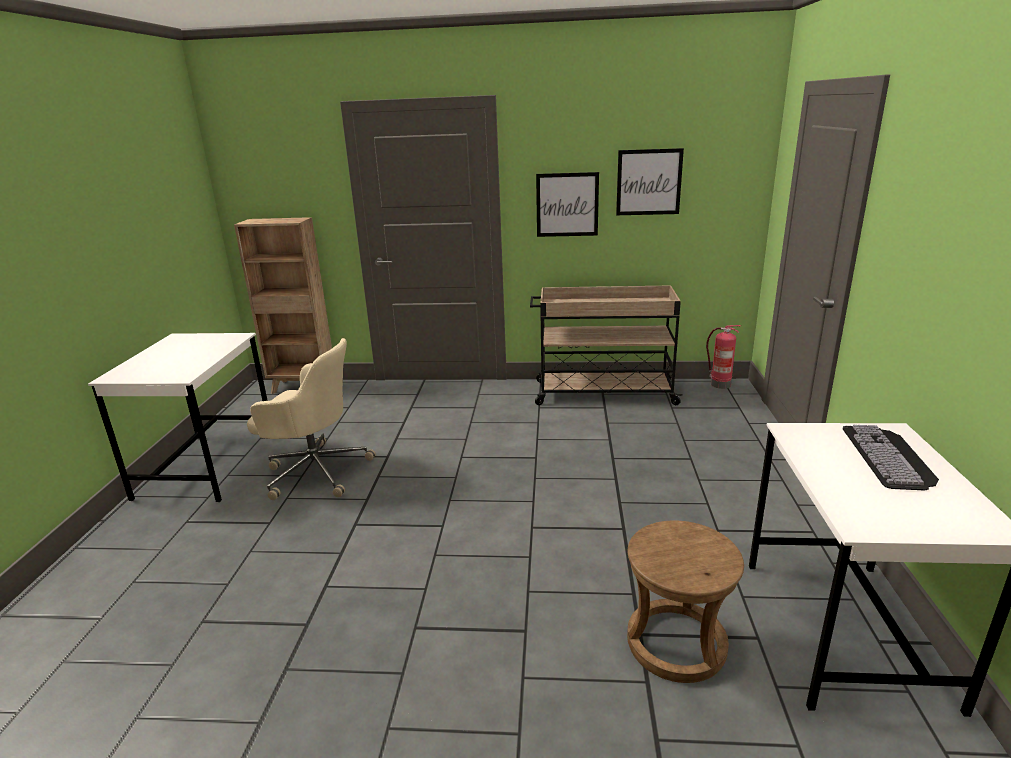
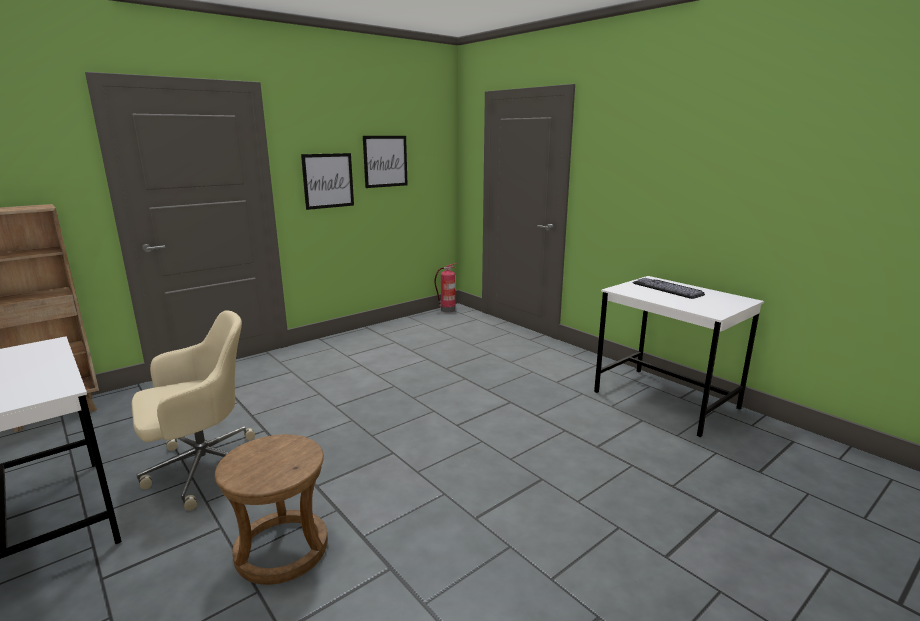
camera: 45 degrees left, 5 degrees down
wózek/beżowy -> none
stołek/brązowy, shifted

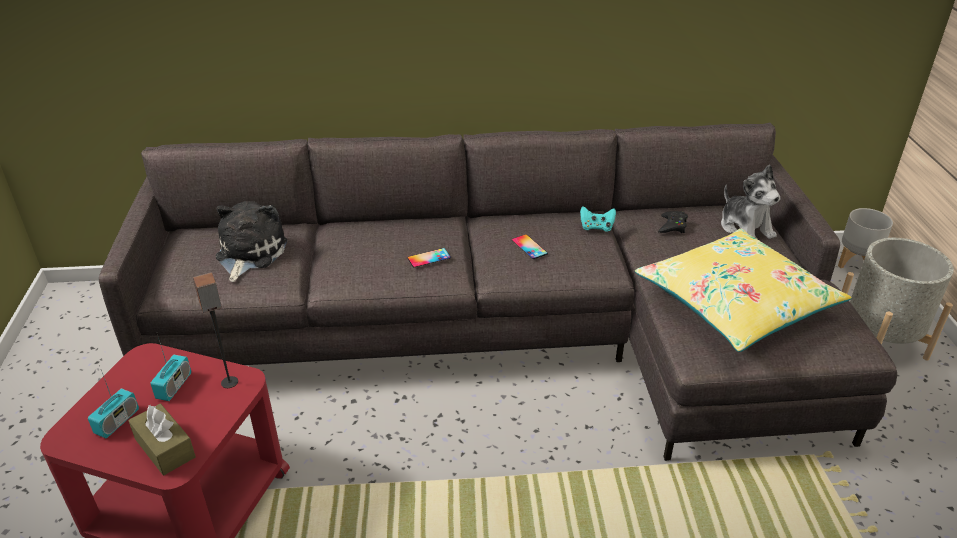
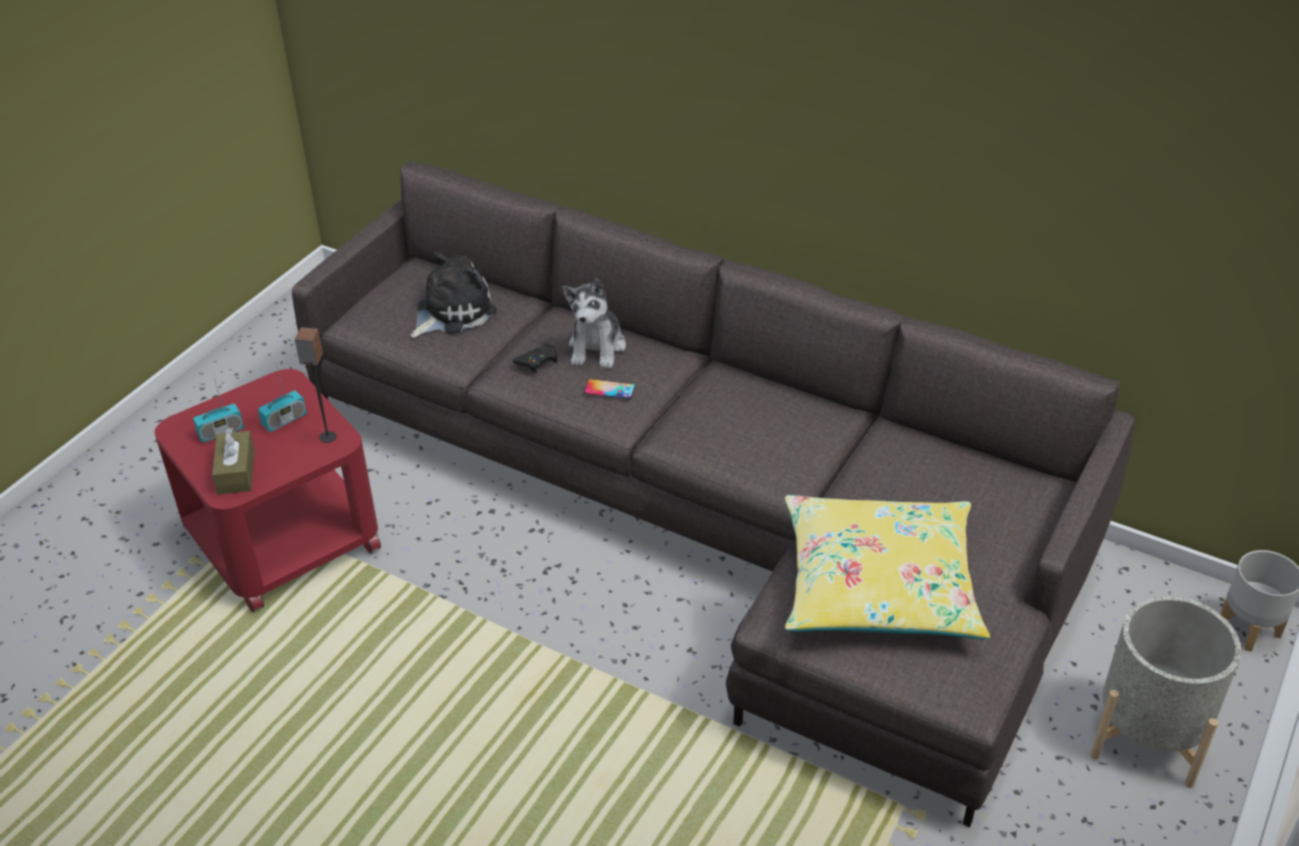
camera: 35 degrees right, 5 degrees up
telefon (no. 2 from left) -> none
pad do gier/turkusowy -> none
pad do gier/czarny, shifted
pluszak (no. 2 from left), shifted

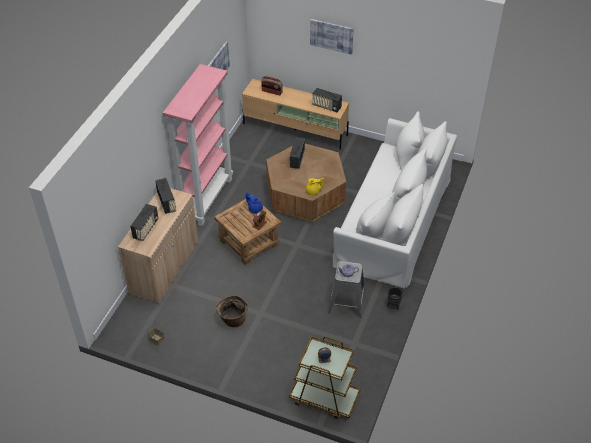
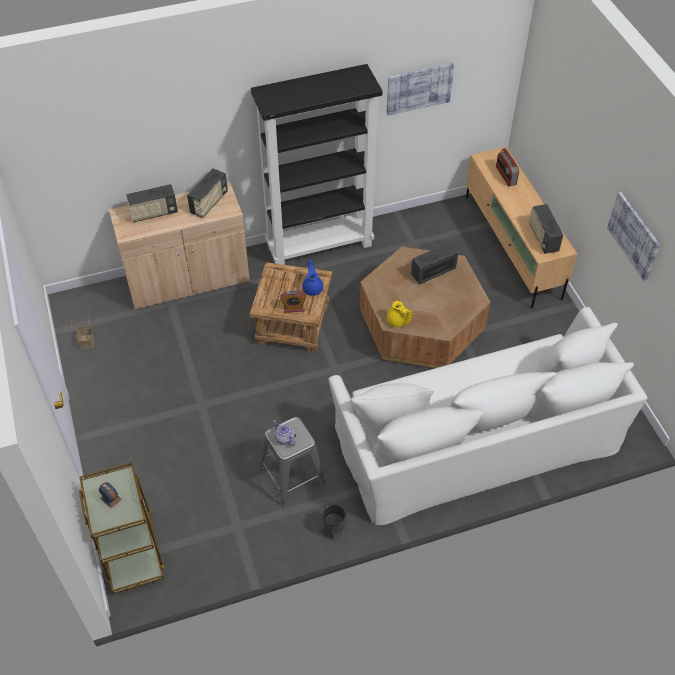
camera: 50 degrees right, 5 degrees up
regał/różowy -> regał/czarny
koszyk (no. 2 from left) -> none
obraz (no. 2 from left), shifted

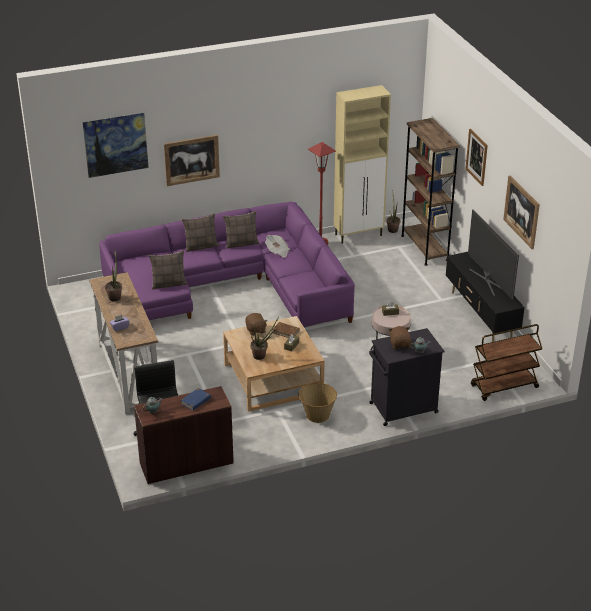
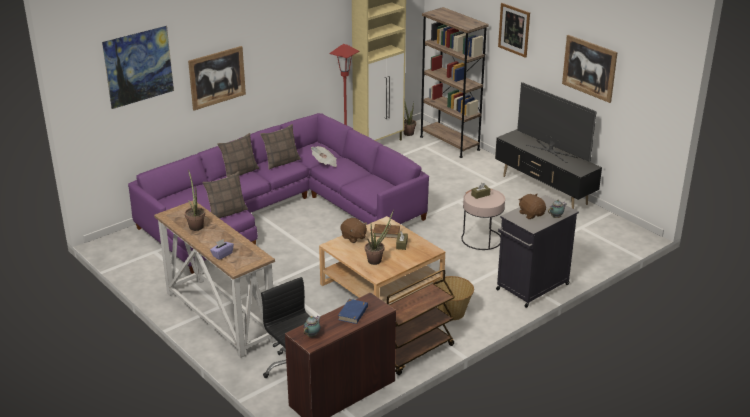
camera: 20 degrees left, 5 degrees down
wózek/brązowy, shifted

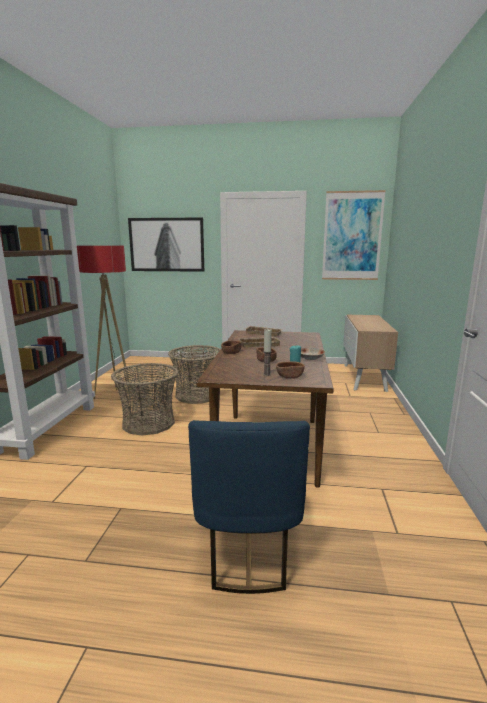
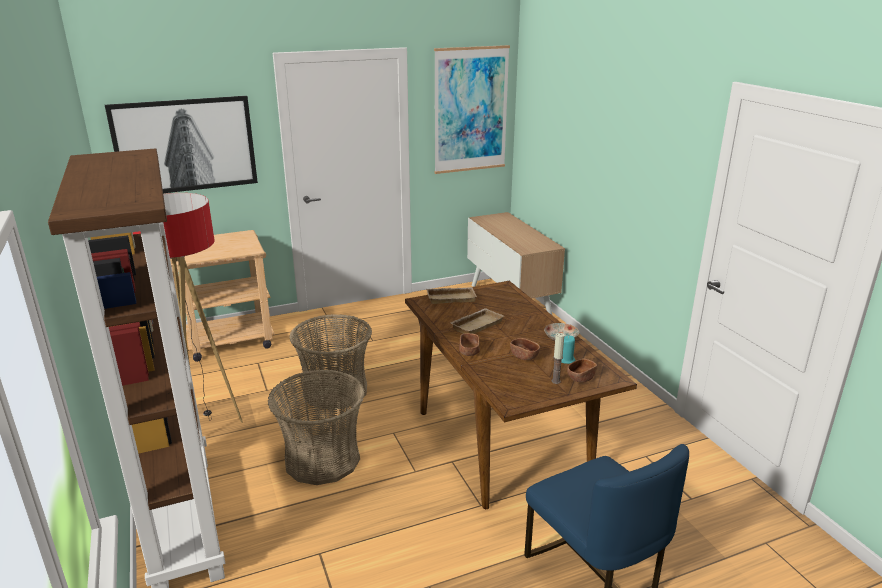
camera: 30 degrees left, 10 degrees up
none -> wózek/beżowy

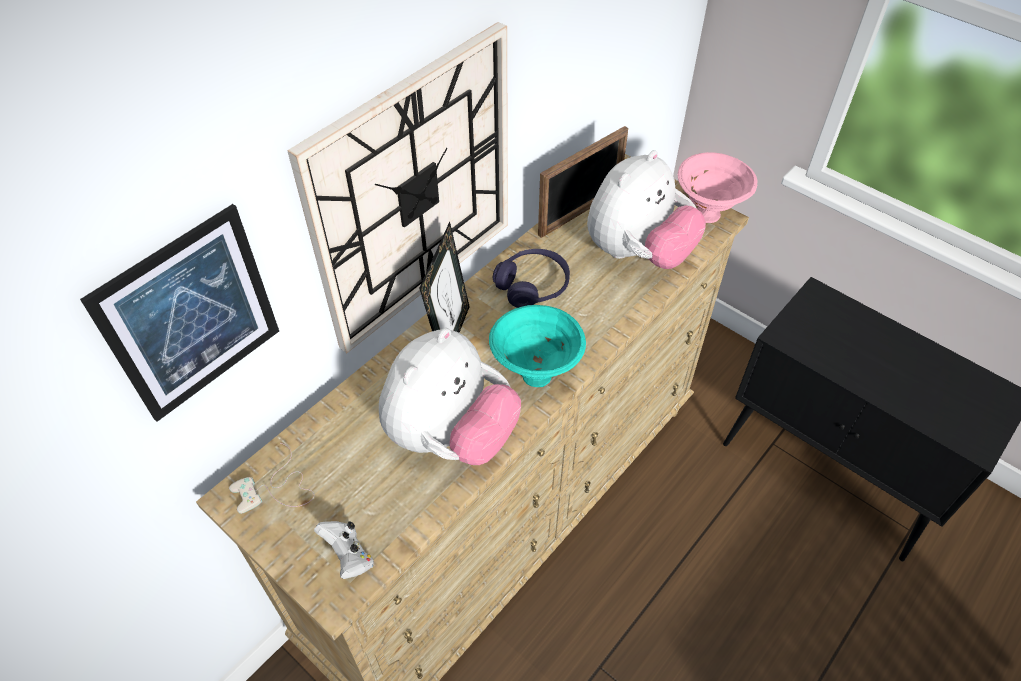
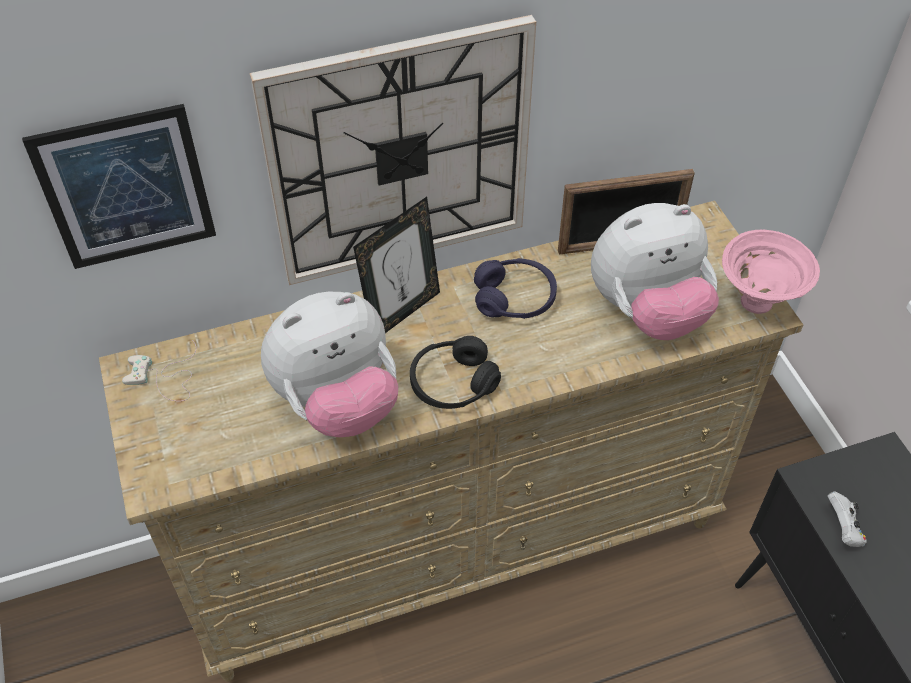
camera: 30 degrees right, 0 degrees up
pad do gier/biały (no. 2 from left), shifted
miska/turkusowy -> słuchawki/czarny

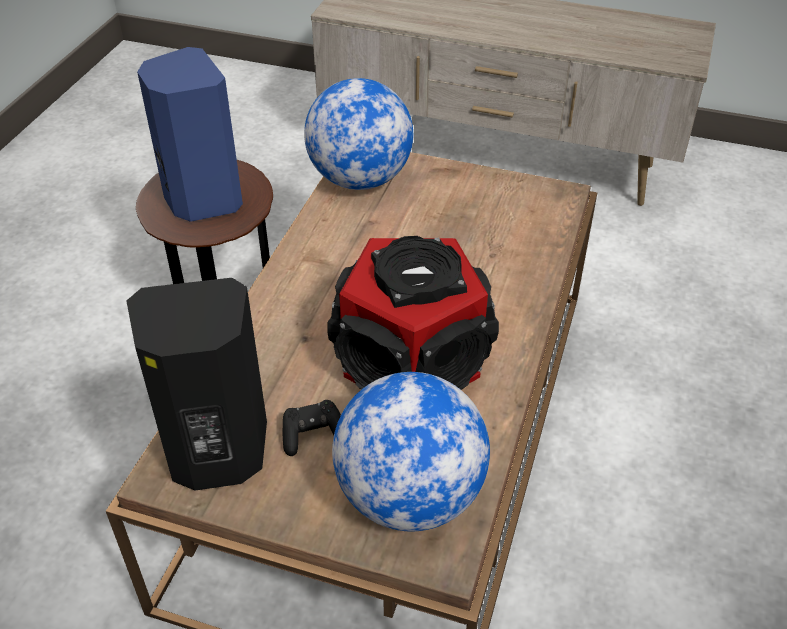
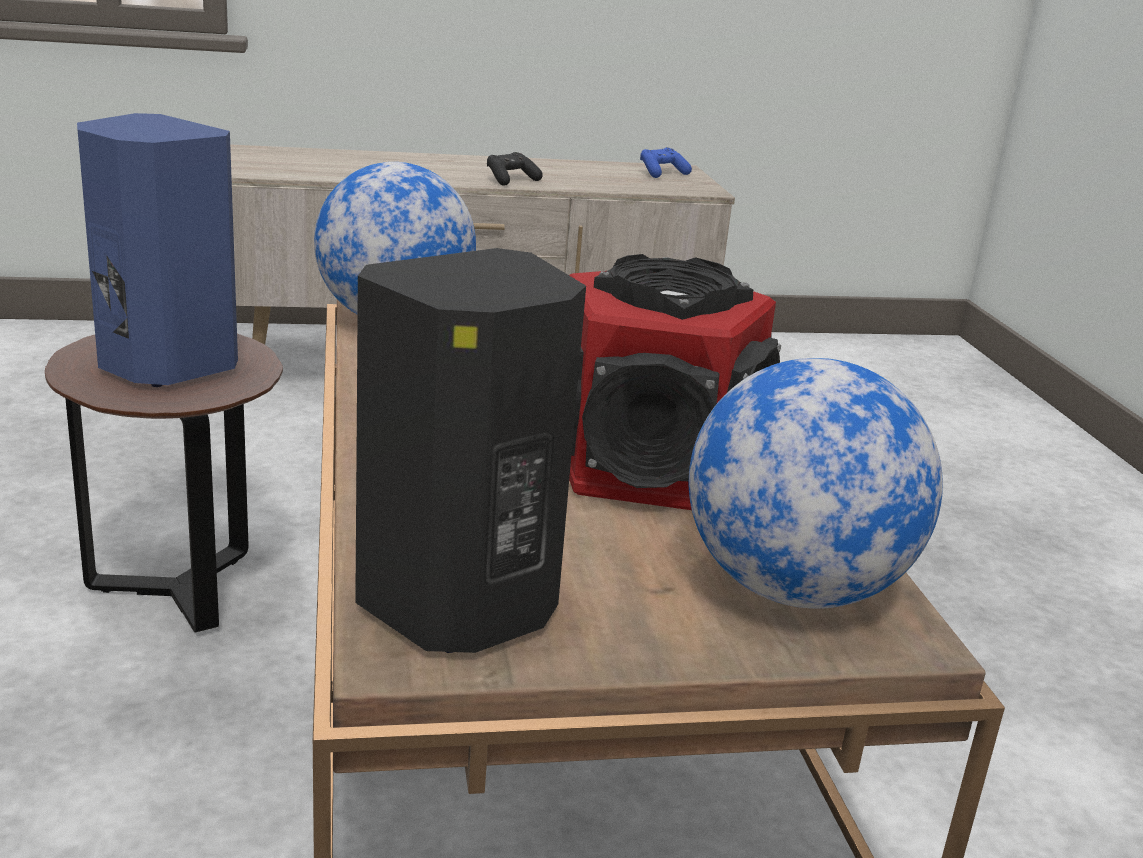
camera: 30 degrees left, 20 degrees down
pad do gier/czarny, shifted
none -> pad do gier/niebieski

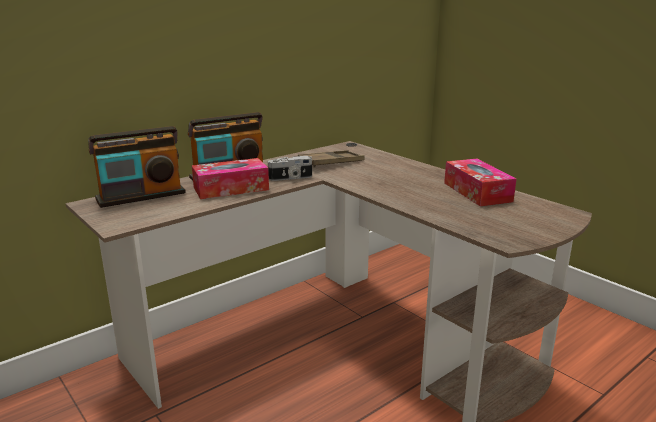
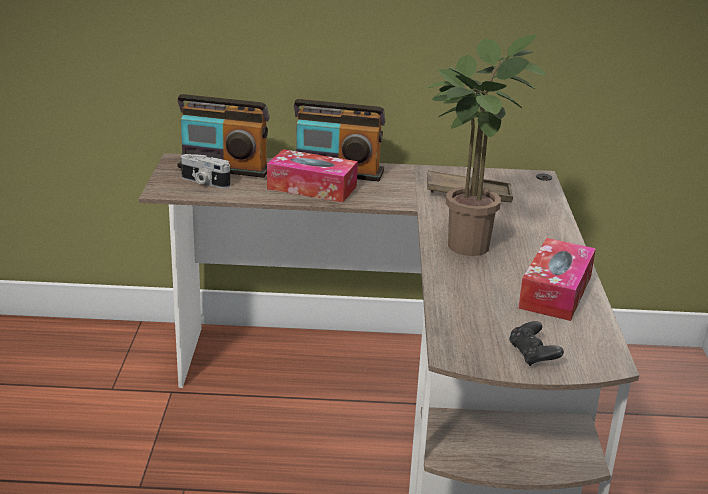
camera: 40 degrees right, 5 degrees up
aparat fotograficzny, shifted
none -> roślina doniczkowa
none -> pad do gier/czarny

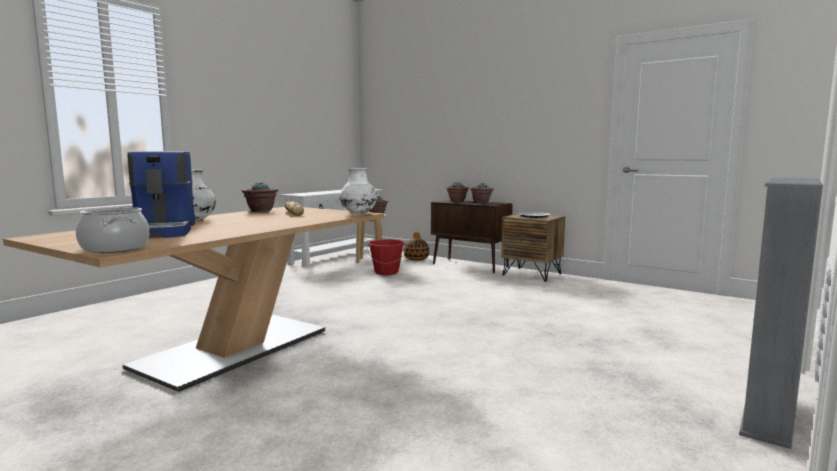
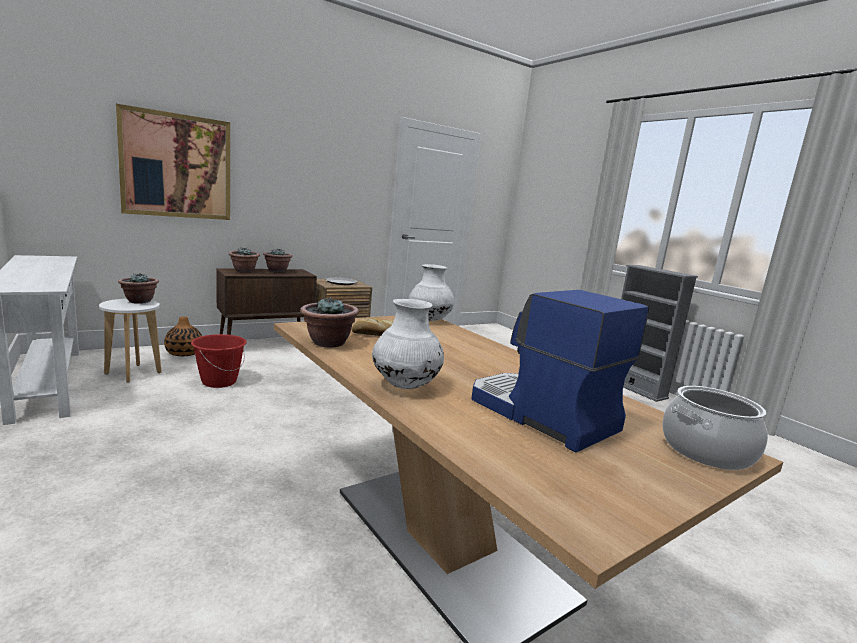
camera: 70 degrees left, 5 degrees up
ekspres do kawy, 135 degrees counterclockwise
none -> obraz

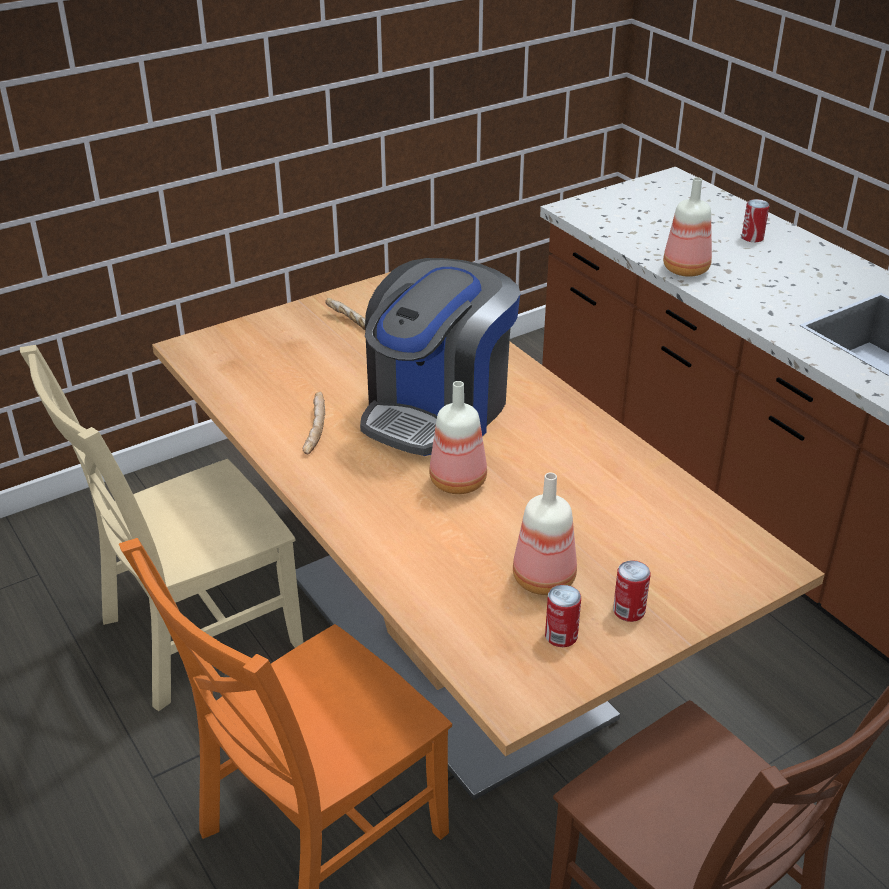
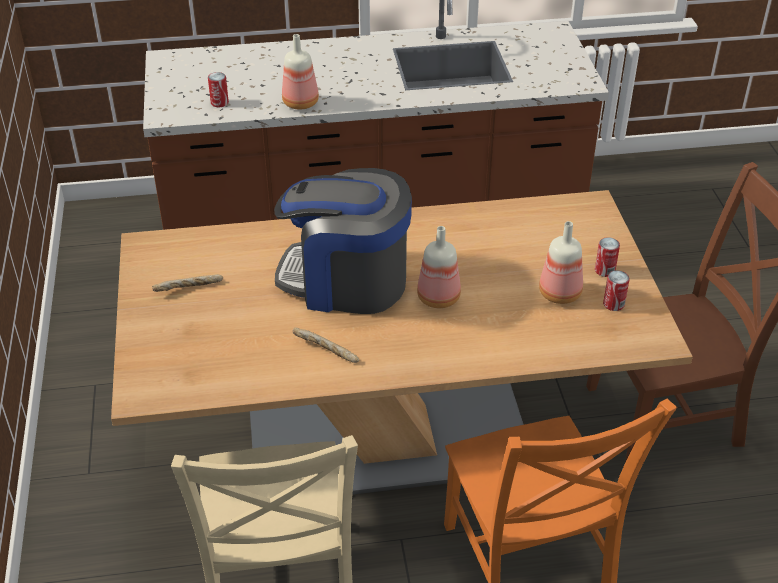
camera: 65 degrees left, 5 degrees up
ekspres do kawy, 135 degrees clockwise
puszka (no. 3 from left in the first image) -> puszka (no. 1 from left), shifted

